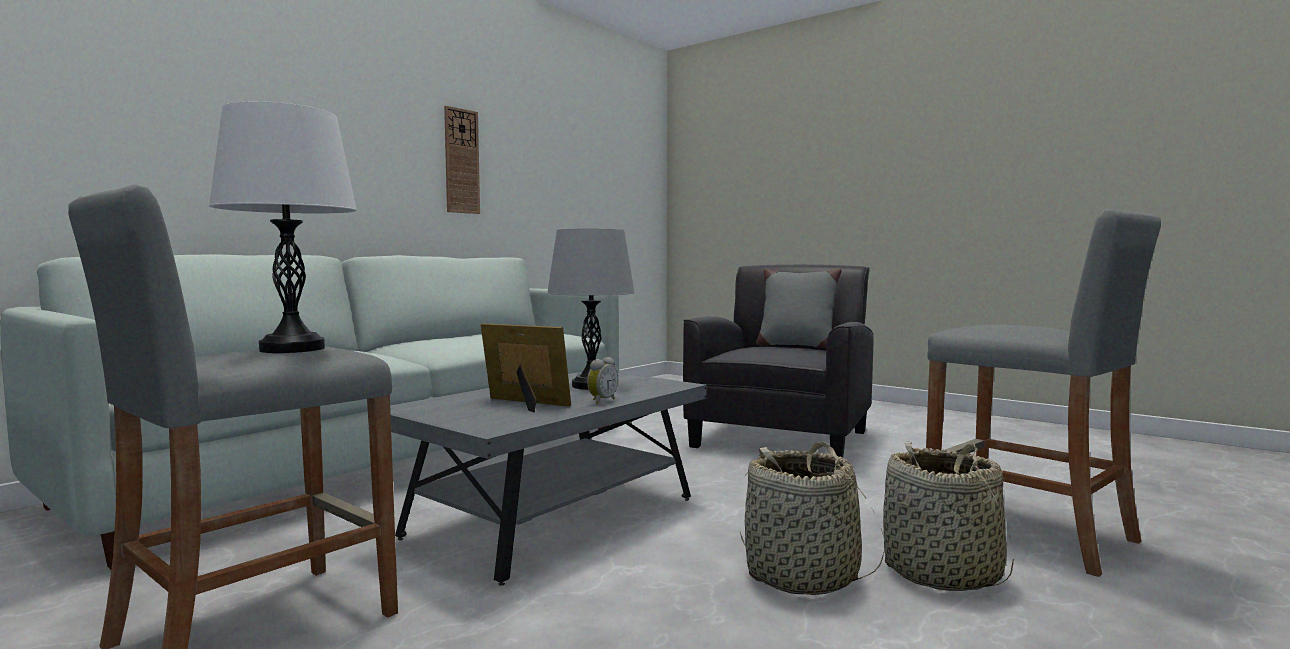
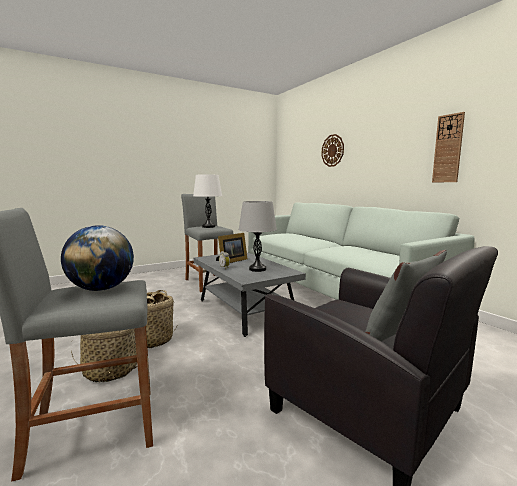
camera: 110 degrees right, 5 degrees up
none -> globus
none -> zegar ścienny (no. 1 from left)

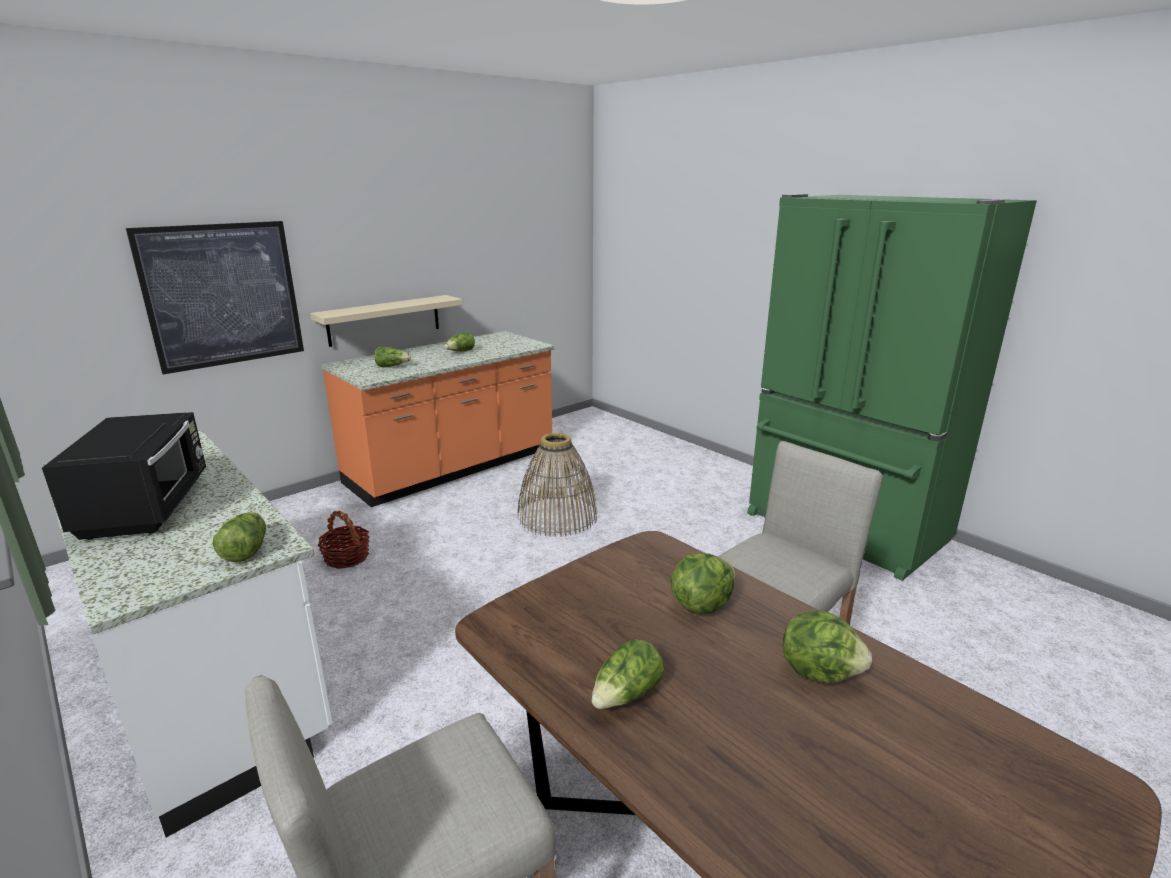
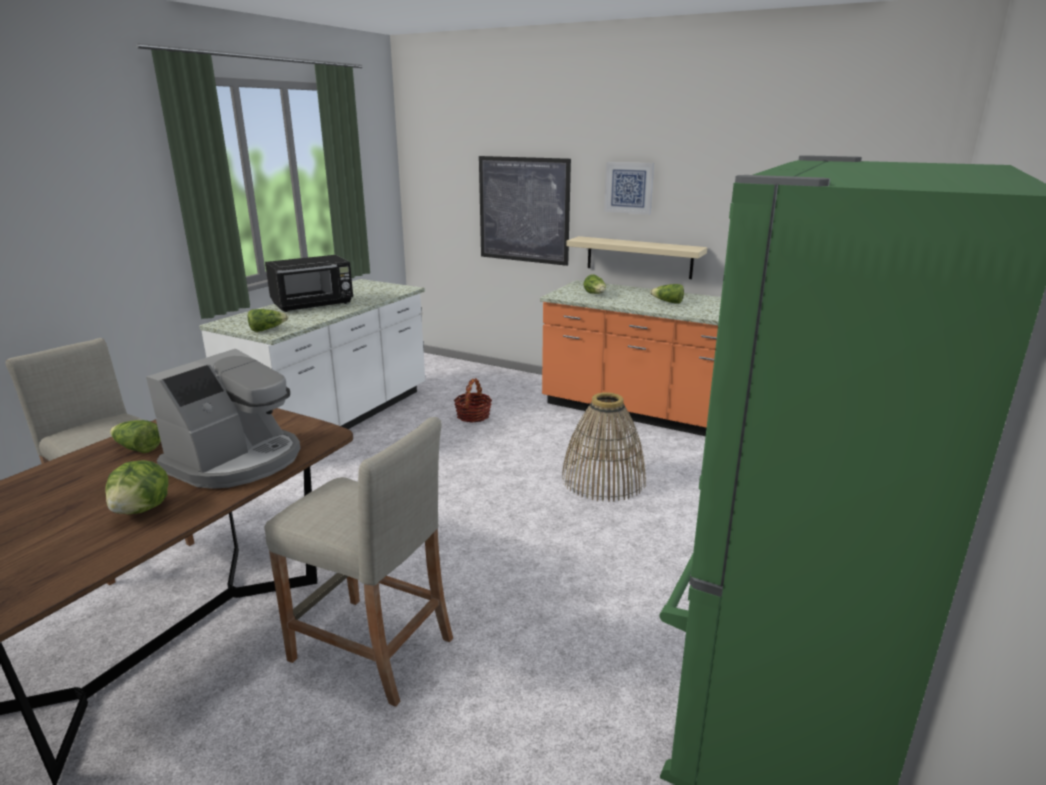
camera: 70 degrees right, 0 degrees up
sałata (no. 5 from left) -> ekspres do kawy
none -> obraz (no. 2 from left)

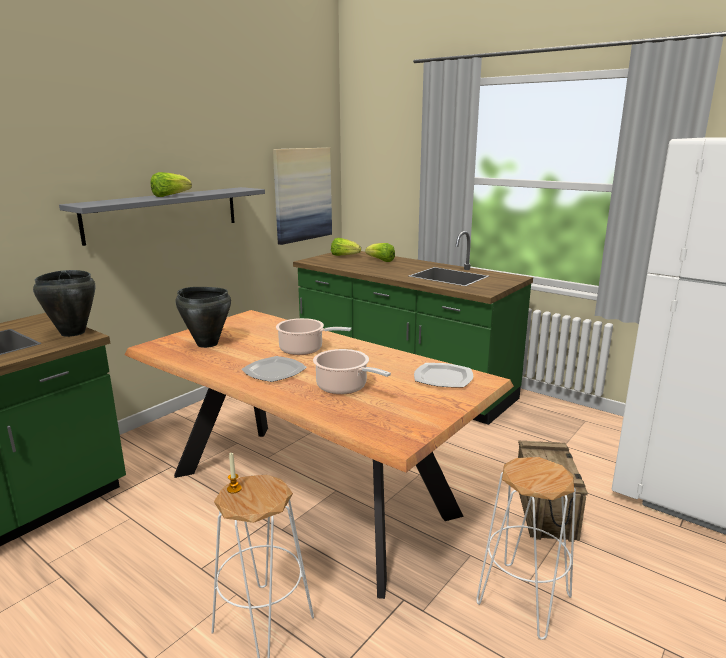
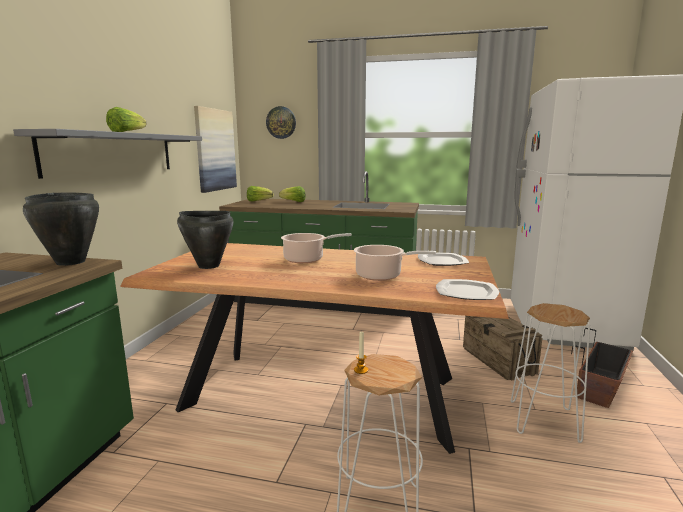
camera: 25 degrees left, 5 degrees down
talerz (no. 1 from left in the first image) -> talerz (no. 2 from left), shifted
none -> zegar ścienny
none -> donica

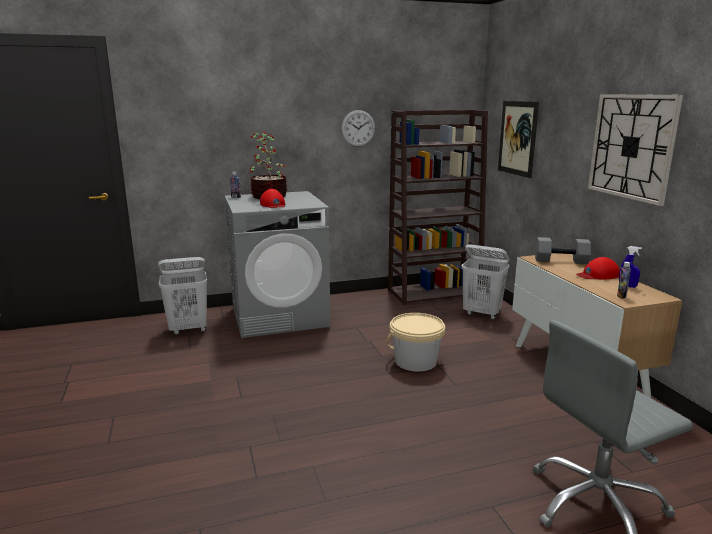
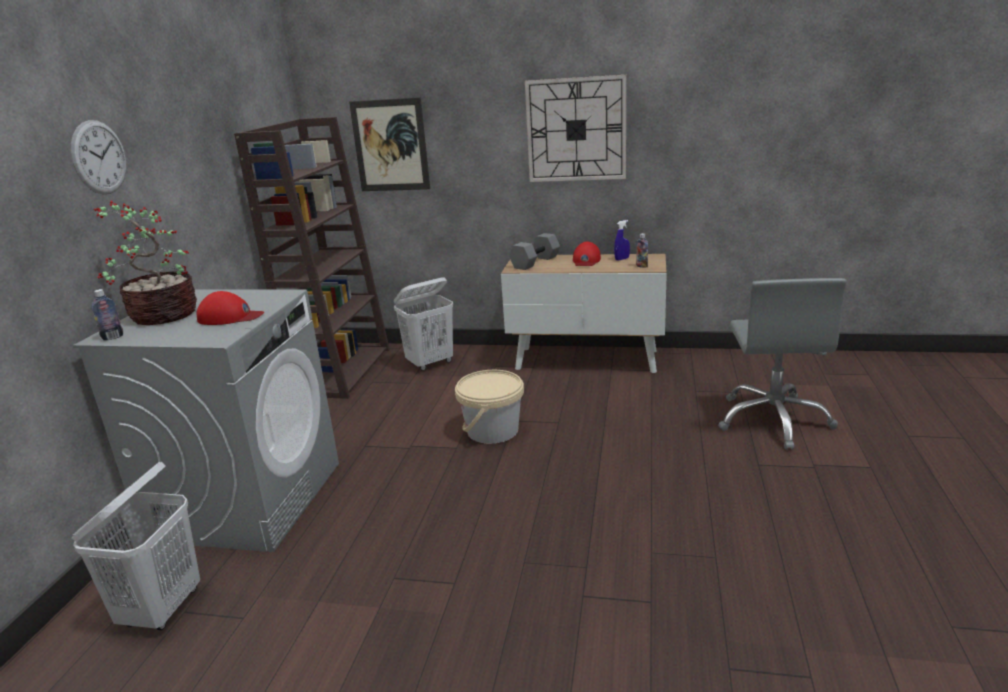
camera: 60 degrees left, 5 degrees up
zegar ścienny (no. 1 from left), shifted

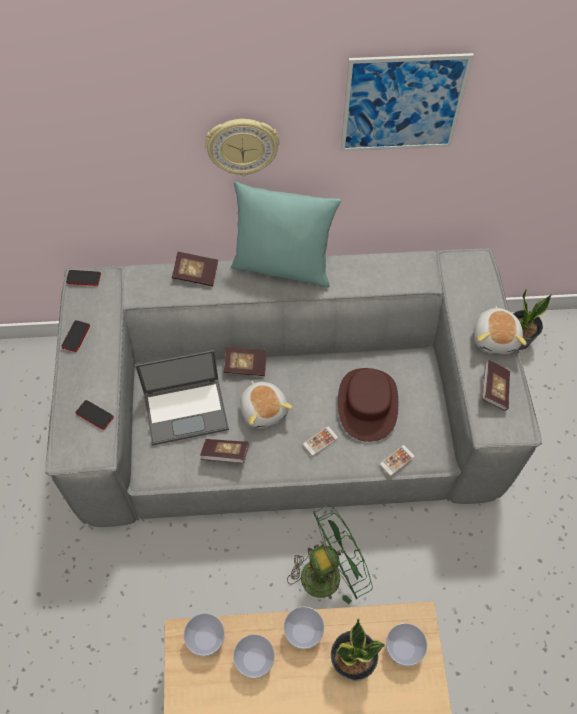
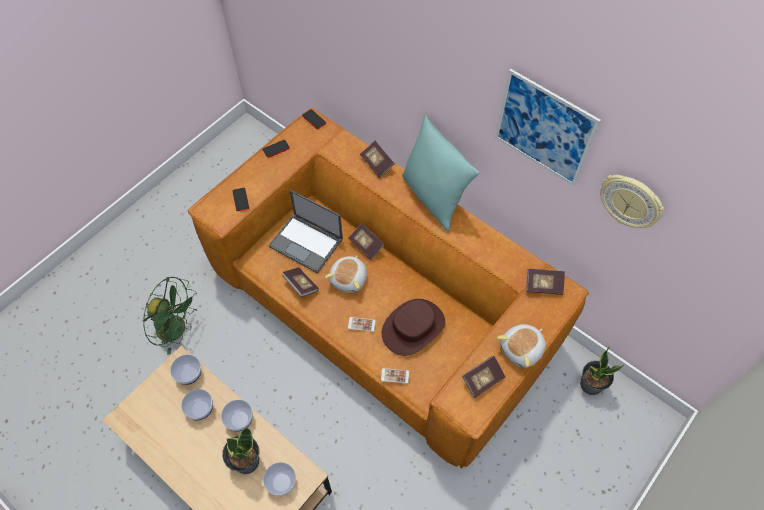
camera: 45 degrees right, 0 degrees up
kanapa/szary -> kanapa/brązowy
zegar ścienny, shifted
wentylator/zielony, shifted
none -> książka (no. 5 from left)

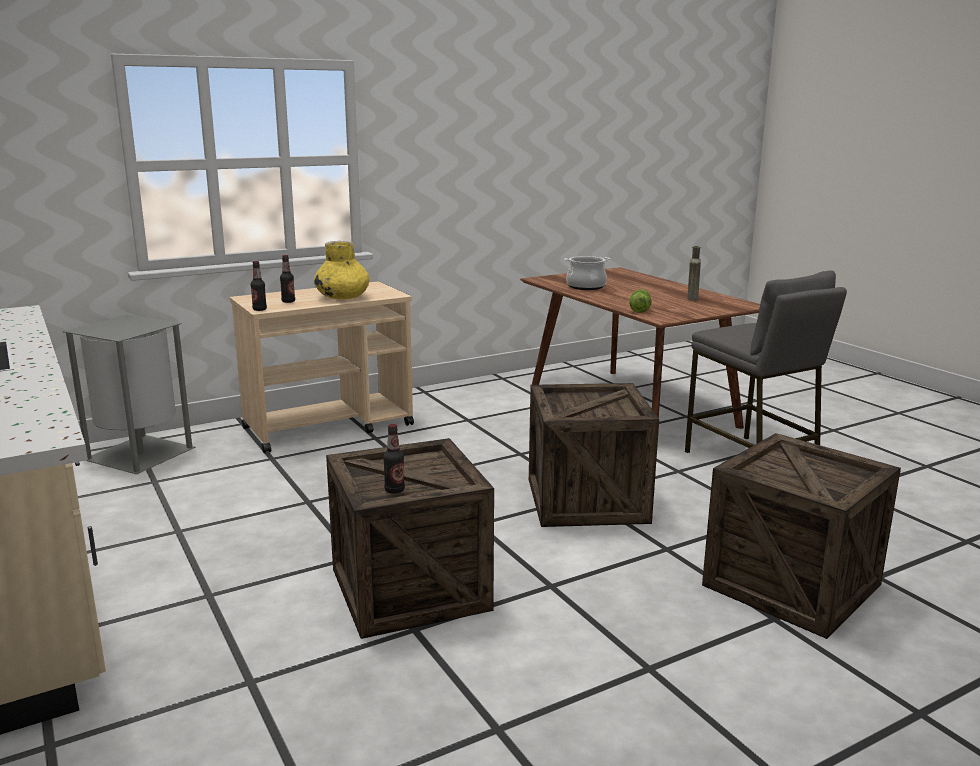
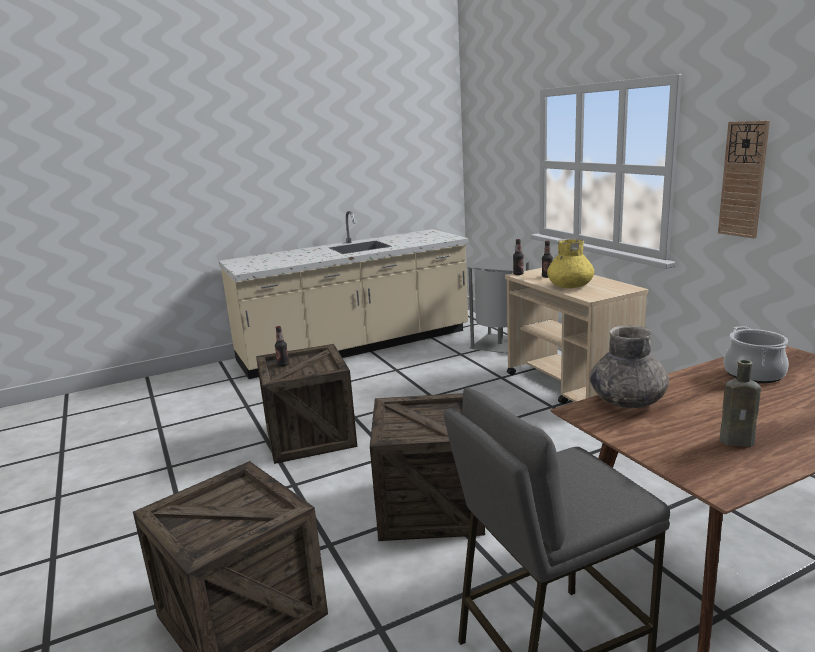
camera: 95 degrees right, 0 degrees up
sałata -> wazon/szary
none -> zegar ścienny

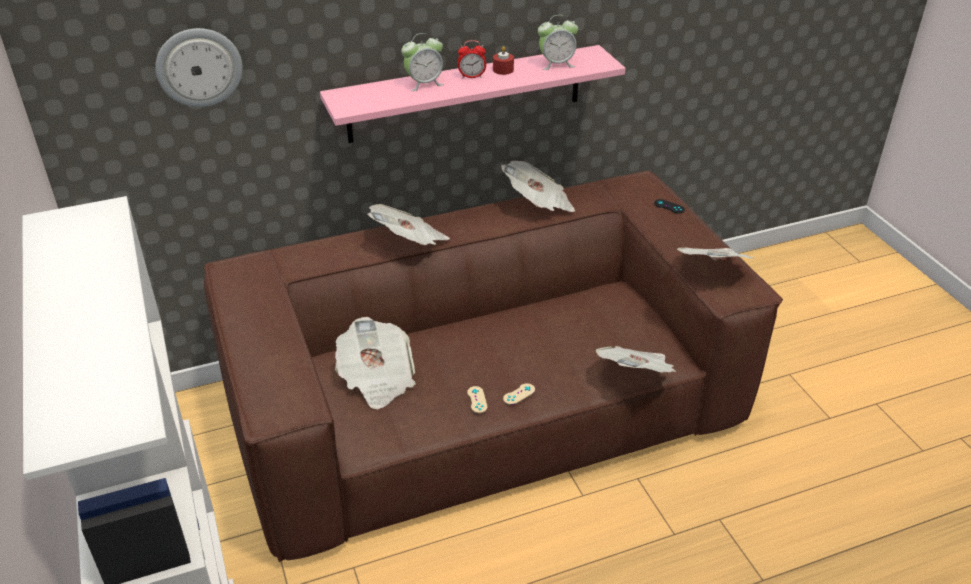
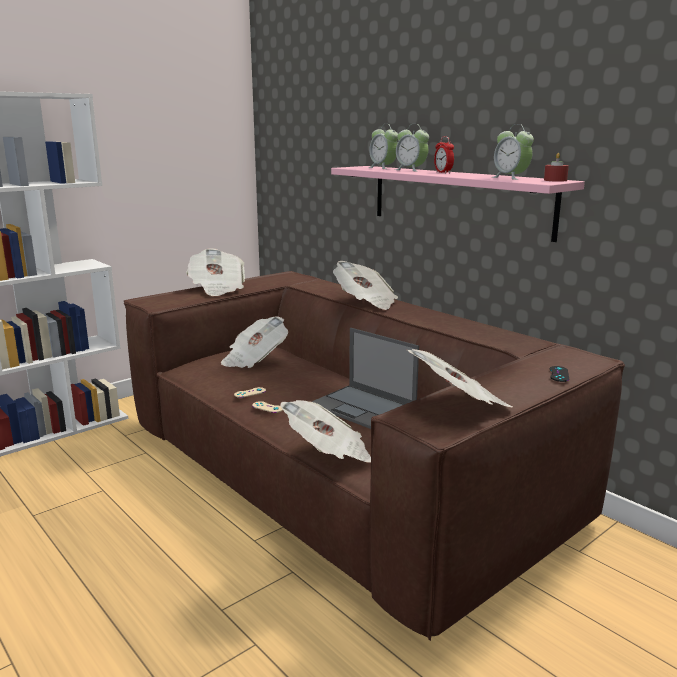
camera: 70 degrees right, 20 degrees down
zegar ścienny -> none
świeca/czerwony, shifted
gazeta (no. 3 from left in the first image) -> gazeta (no. 1 from left), shifted
none -> laptop
none -> budzik (no. 1 from left)

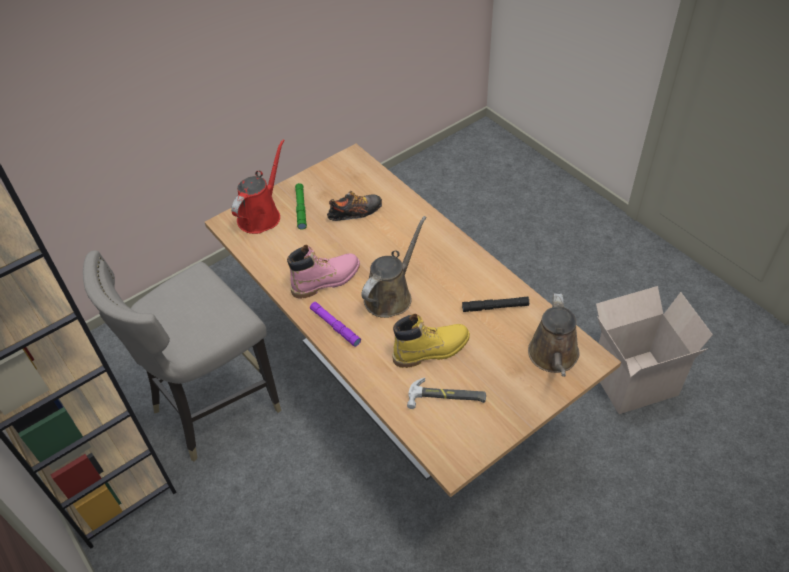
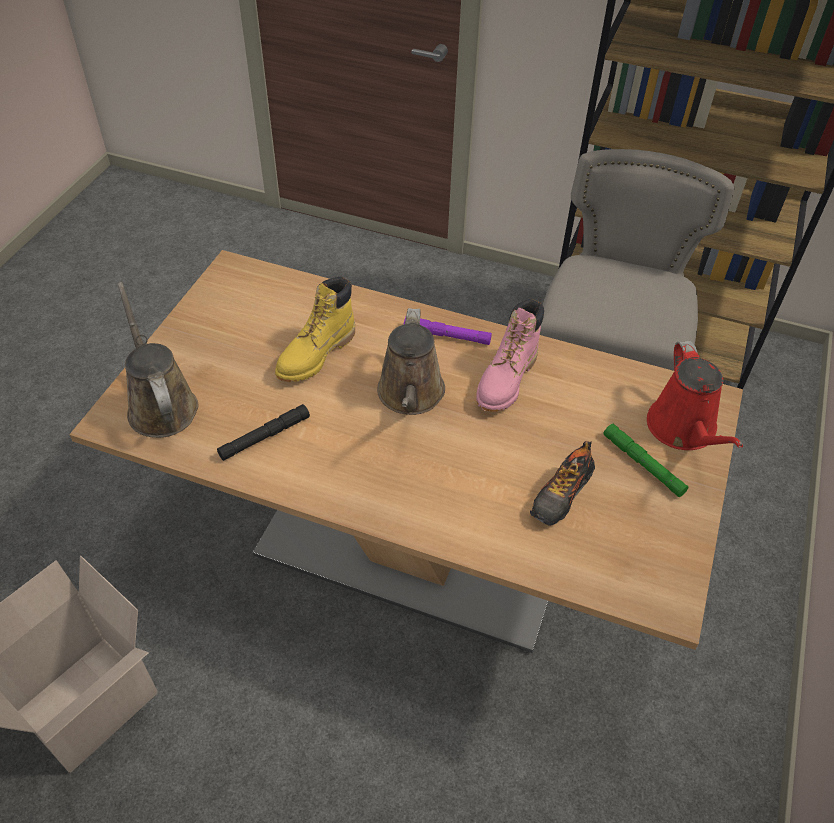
camera: 145 degrees right, 0 degrees up
młotek -> none

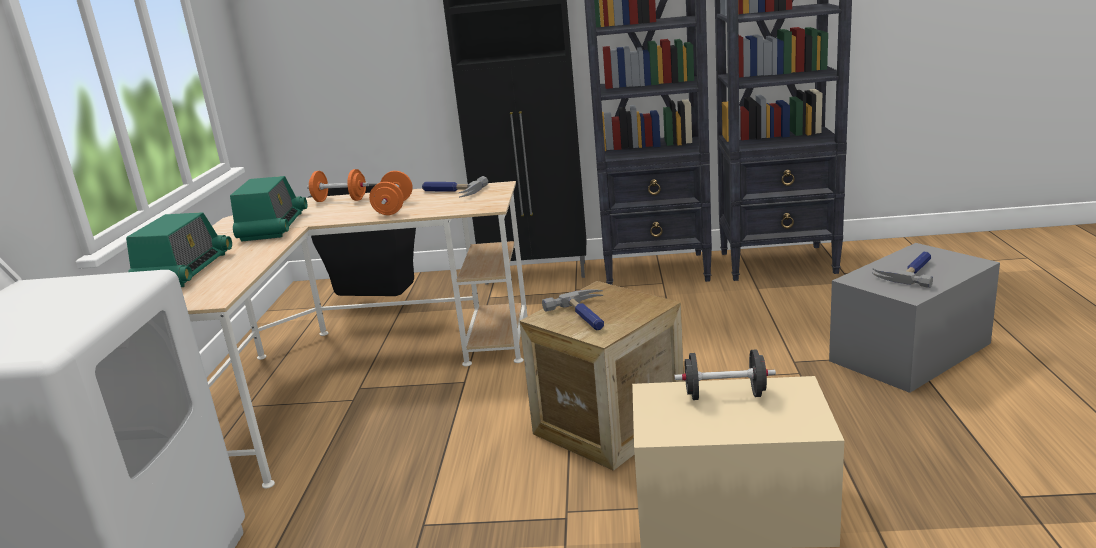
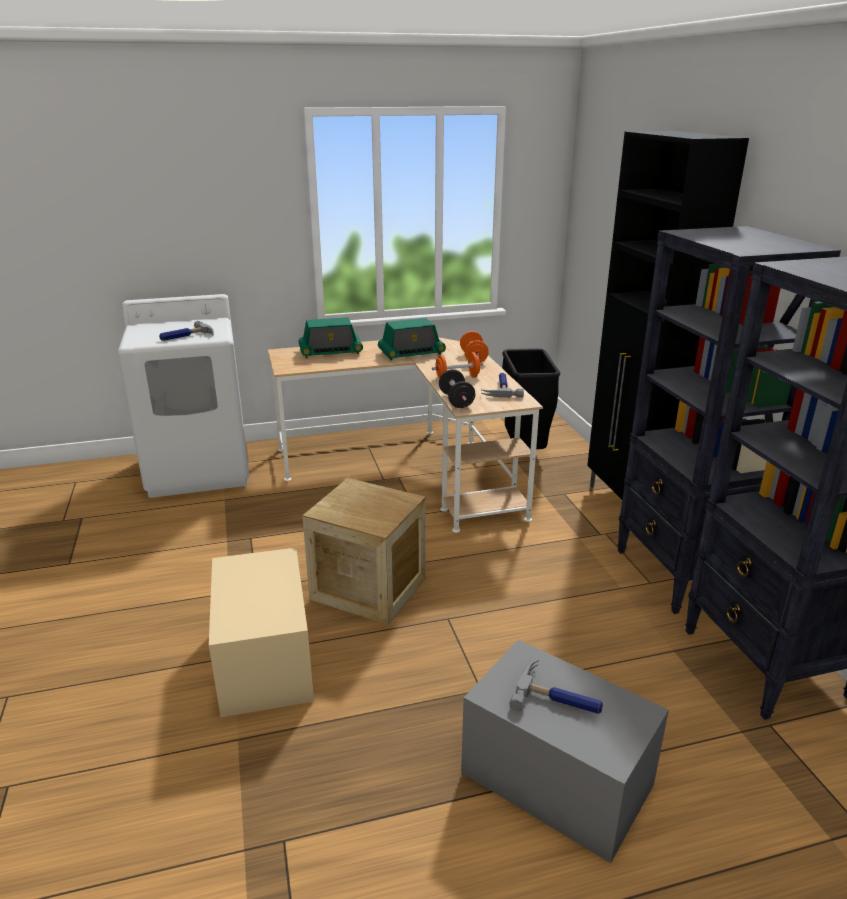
camera: 70 degrees right, 5 degrees up
młotek (no. 2 from left in the first image) -> młotek (no. 1 from left), shifted
hantel/czarny, shifted

